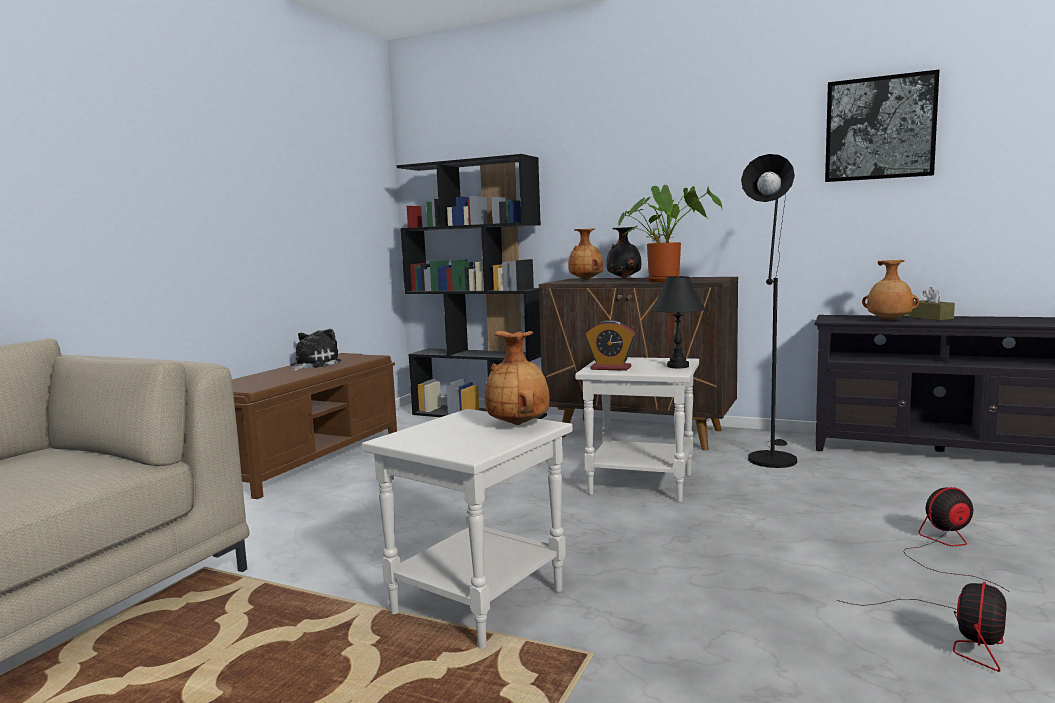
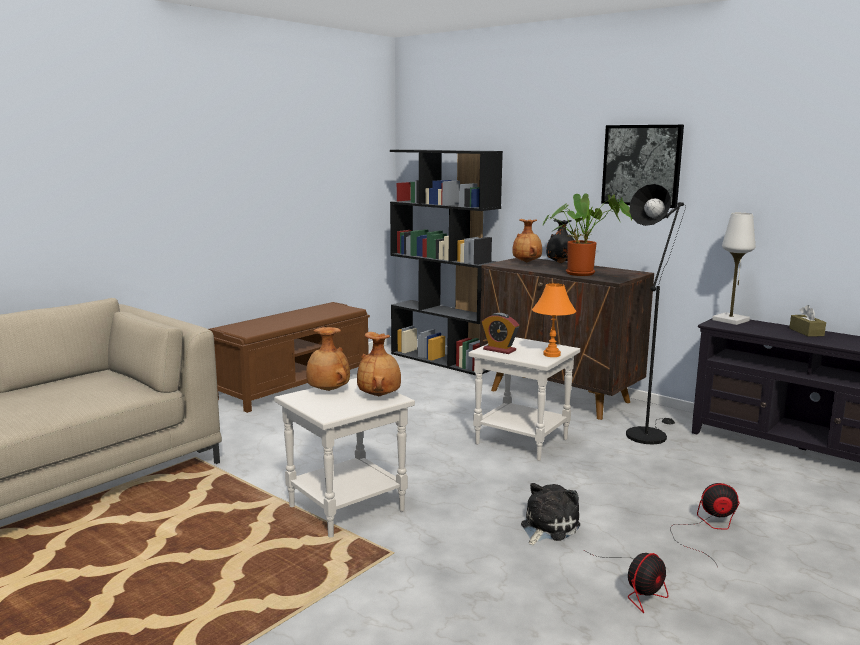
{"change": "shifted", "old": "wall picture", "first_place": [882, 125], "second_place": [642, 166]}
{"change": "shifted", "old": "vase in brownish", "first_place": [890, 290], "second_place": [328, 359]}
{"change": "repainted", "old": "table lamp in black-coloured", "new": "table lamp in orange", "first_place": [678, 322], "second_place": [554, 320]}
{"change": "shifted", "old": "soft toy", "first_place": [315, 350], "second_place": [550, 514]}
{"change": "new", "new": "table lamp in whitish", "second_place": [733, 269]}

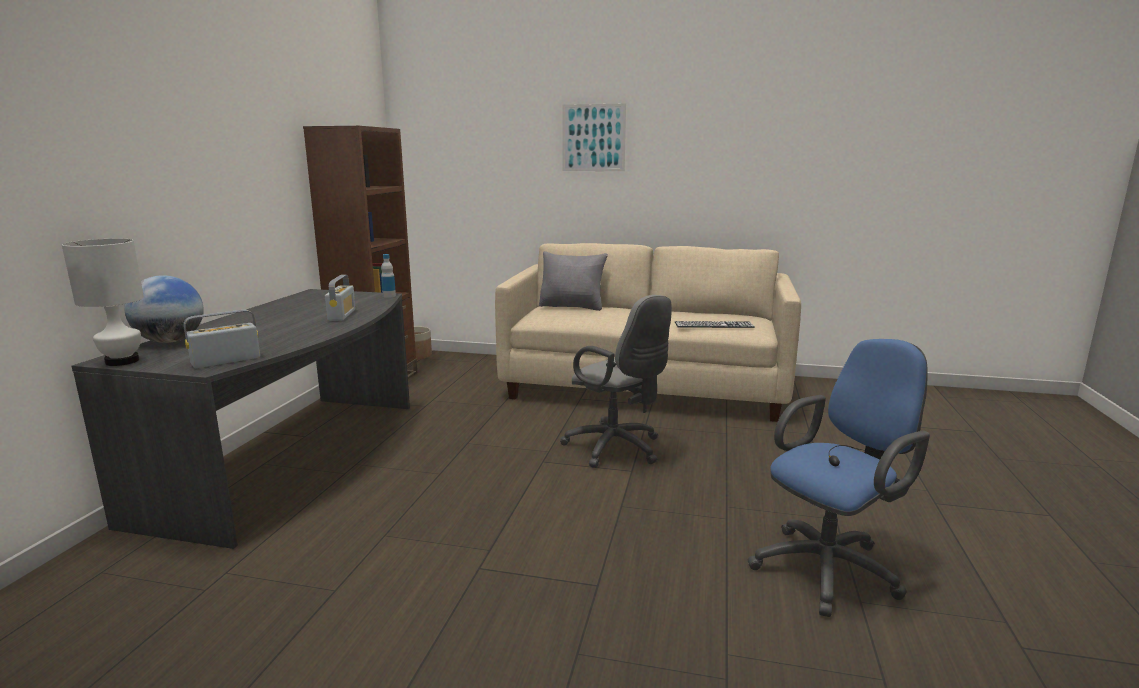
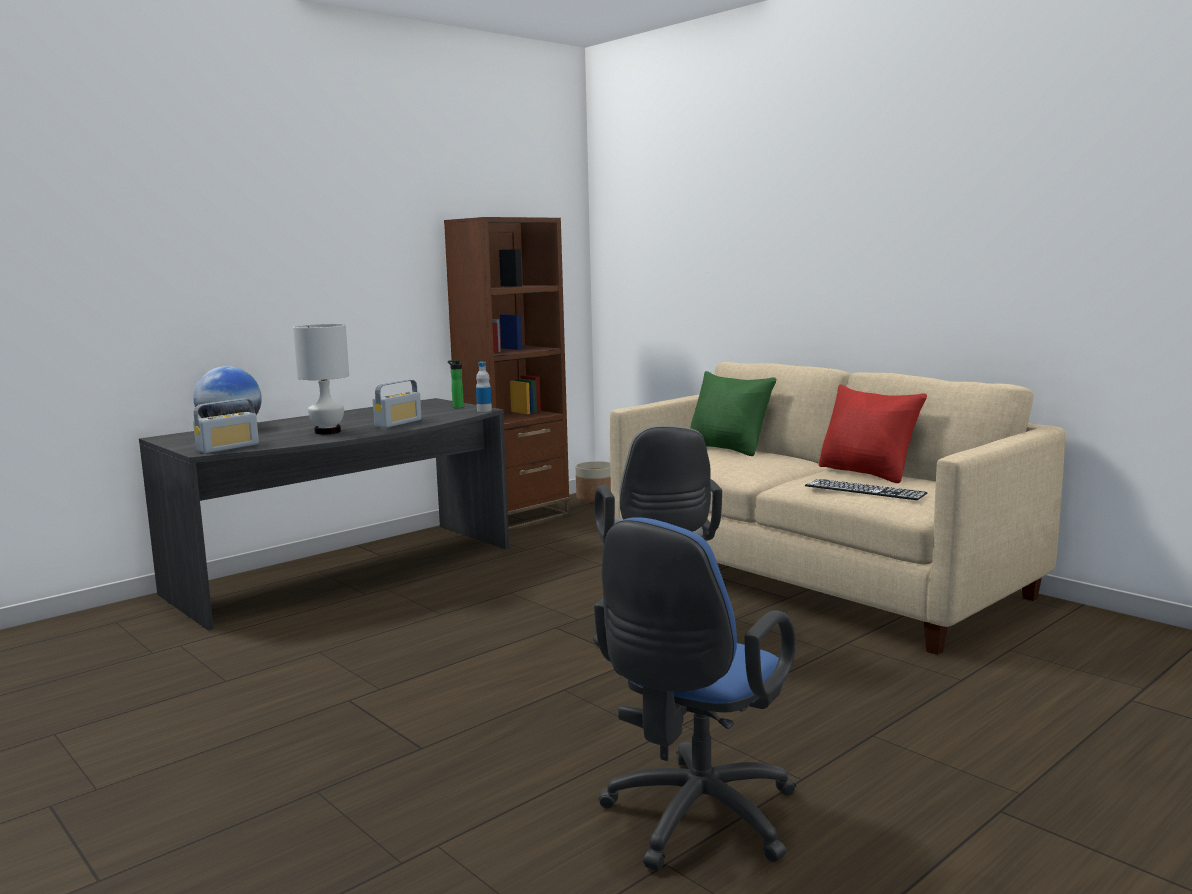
{"change": "gone", "old": "wall picture", "first_place": [594, 137]}
{"change": "shifted", "old": "table lamp in whitish", "first_place": [103, 302], "second_place": [321, 379]}
{"change": "repainted", "old": "pillow in grey", "new": "pillow in green", "first_place": [573, 281], "second_place": [733, 413]}
{"change": "rotated", "old": "radio receiver", "first_place": [222, 339], "second_place": [226, 426], "degrees": 135}
{"change": "rotated", "old": "desk chair in blue-coloured", "first_place": [839, 478], "second_place": [695, 694], "degrees": 120}
{"change": "new", "new": "bottle", "second_place": [456, 384]}
{"change": "new", "new": "pillow in red", "second_place": [873, 434]}

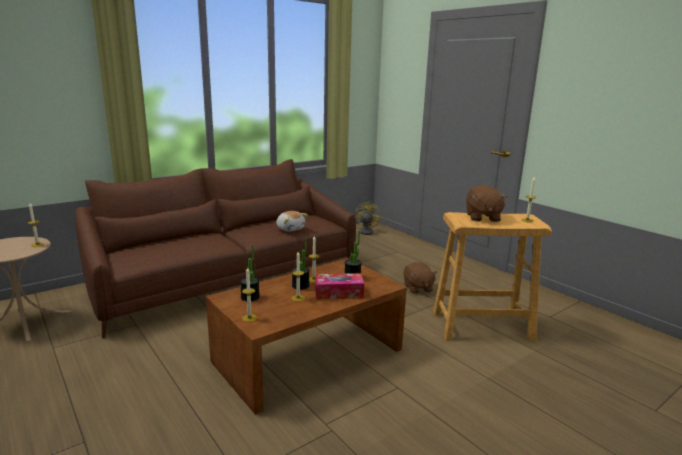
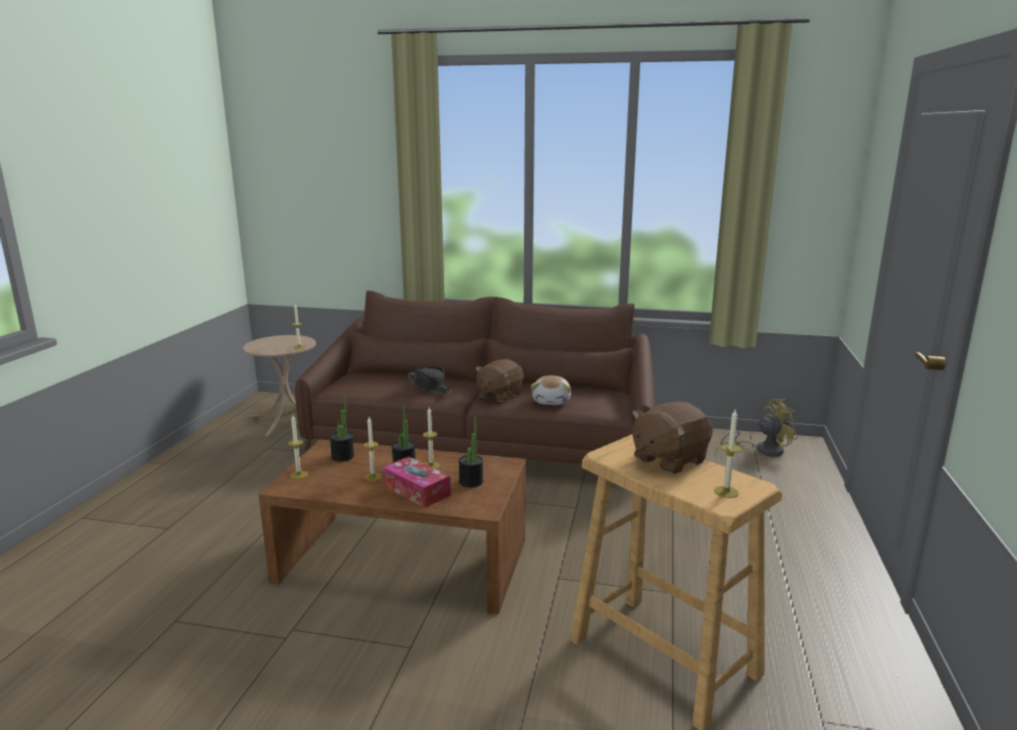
{"change": "shifted", "old": "soft toy in brownish", "first_place": [420, 278], "second_place": [499, 380]}
{"change": "new", "new": "clothing hat in black-coloured", "second_place": [430, 380]}

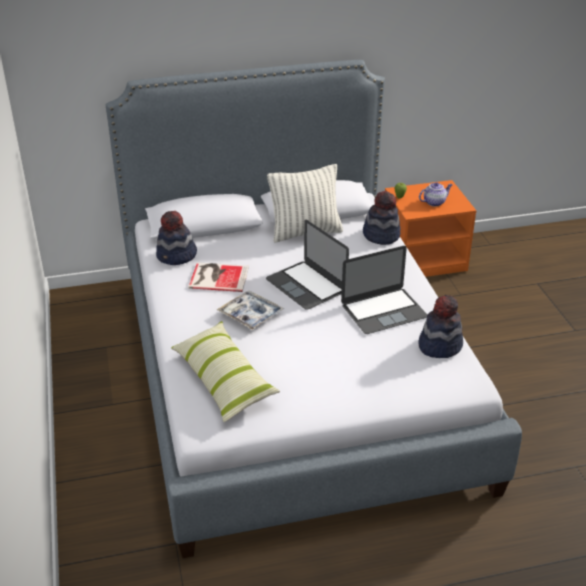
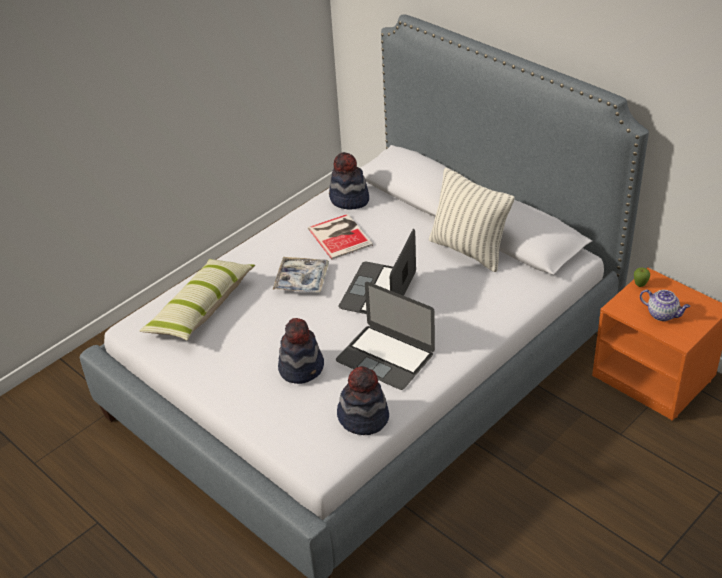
{"change": "shifted", "old": "clothing hat", "first_place": [381, 218], "second_place": [301, 351]}

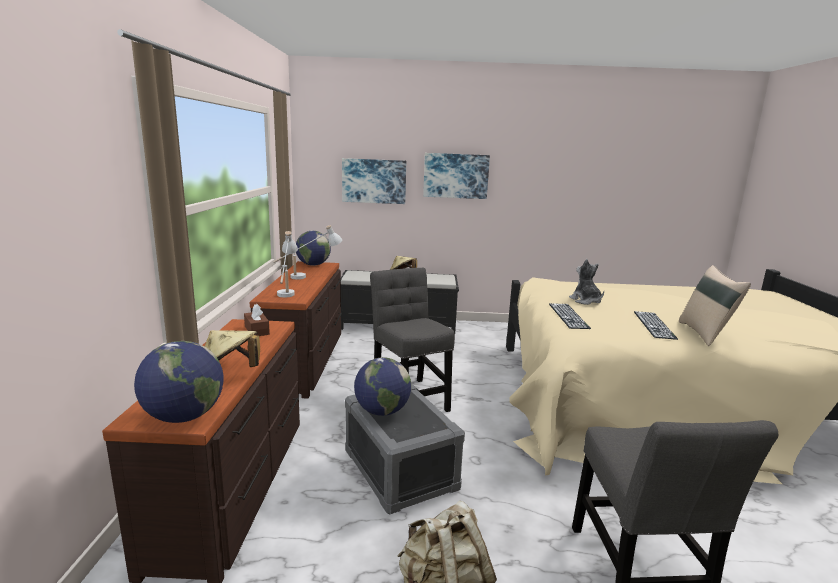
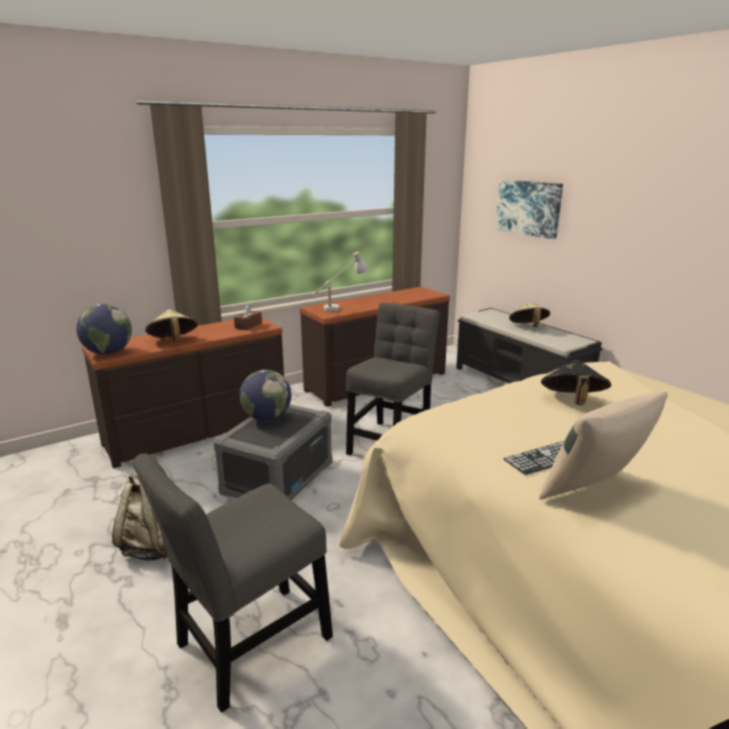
{"change": "gone", "old": "wall picture", "first_place": [456, 176]}
{"change": "gone", "old": "table lamp in whitish", "first_place": [308, 252]}
{"change": "gone", "old": "desk globe", "first_place": [313, 248]}
{"change": "swapped", "old": "soft toy", "new": "clothing hat in black-coloured", "first_place": [586, 282], "second_place": [576, 382]}
{"change": "gone", "old": "keyboard", "first_place": [570, 316]}

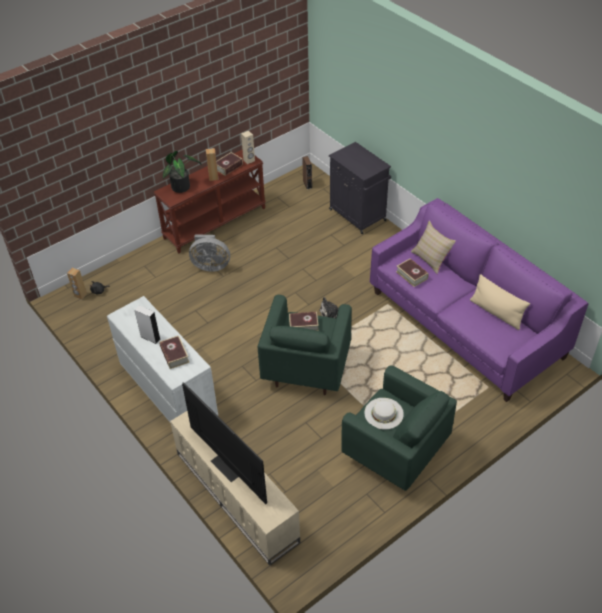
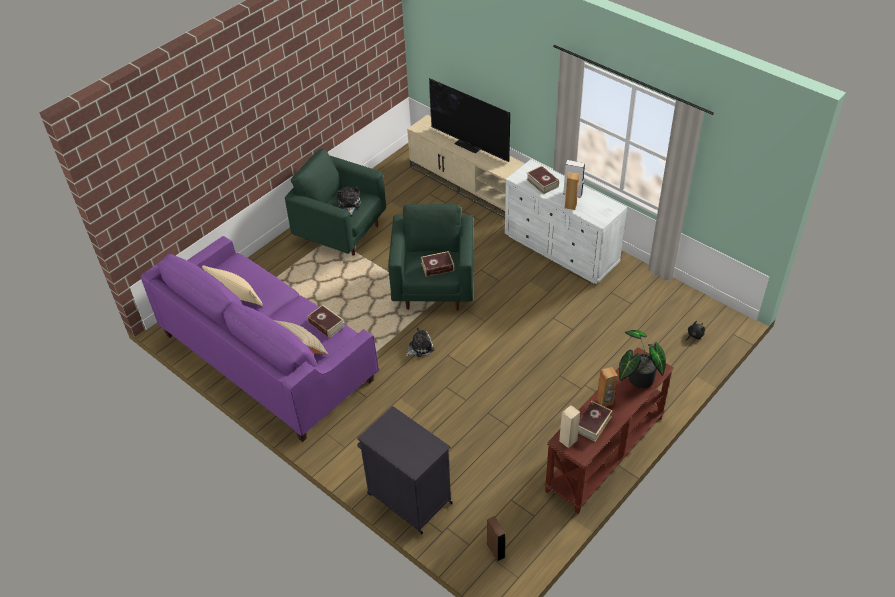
{"change": "gone", "old": "cooling fan in grey", "first_place": [209, 253]}
{"change": "shifted", "old": "audio speaker in brownish", "first_place": [77, 284], "second_place": [572, 191]}
{"change": "swapped", "old": "clothing hat in whitish", "new": "soft toy", "first_place": [384, 414], "second_place": [349, 201]}

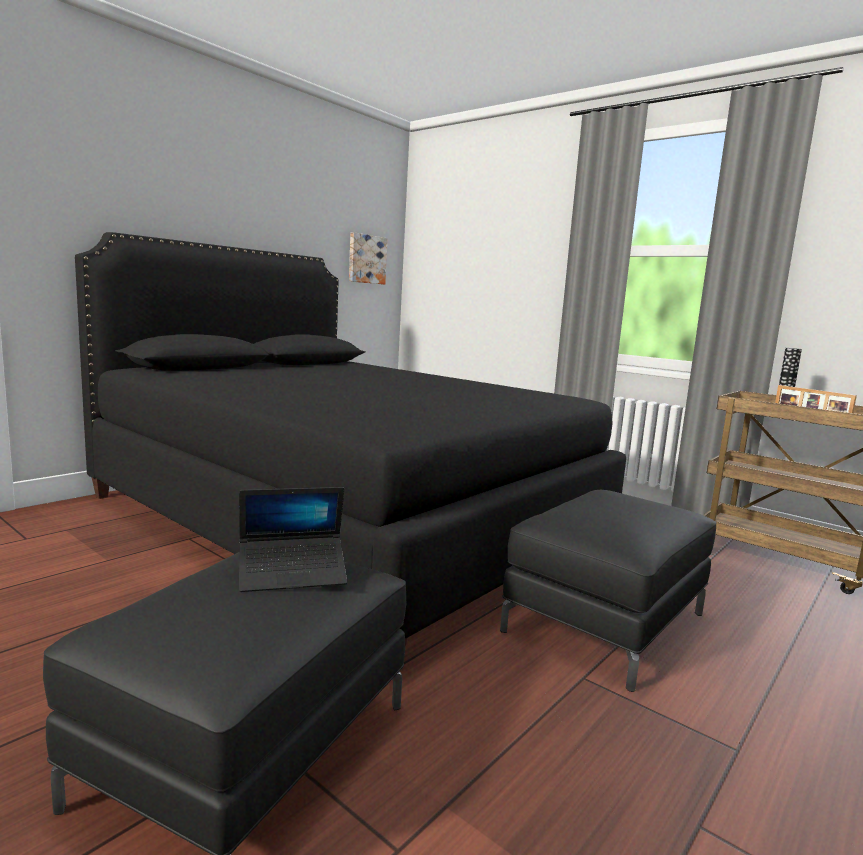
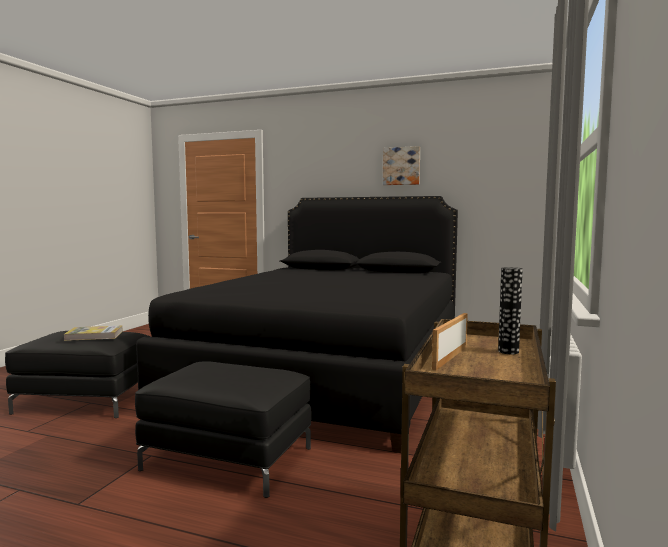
{"change": "shifted", "old": "wall picture", "first_place": [368, 258], "second_place": [401, 165]}
{"change": "swapped", "old": "notebook computer", "new": "volume", "first_place": [293, 539], "second_place": [93, 333]}

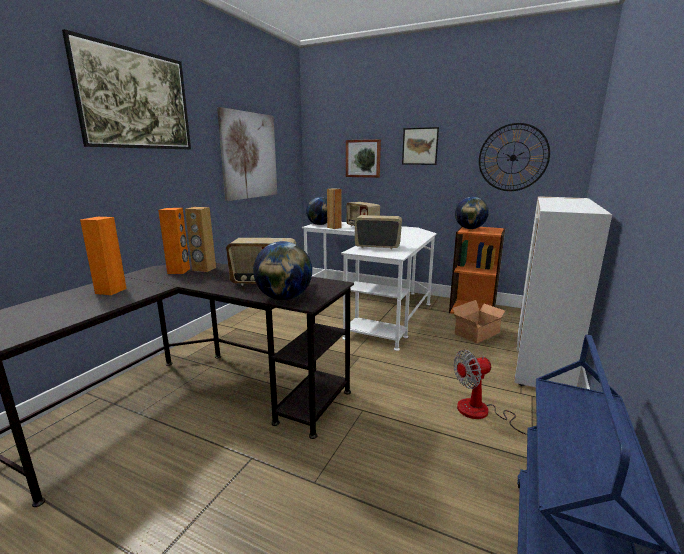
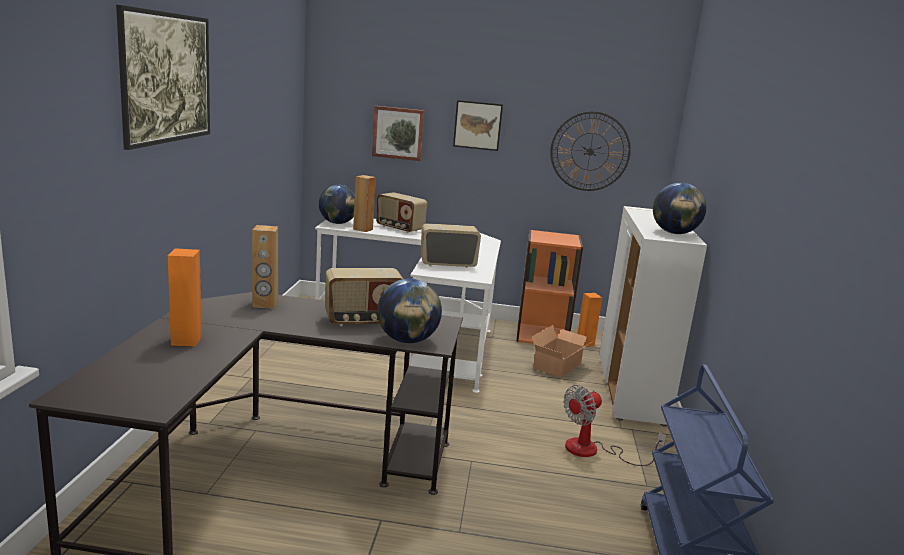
{"change": "gone", "old": "wall picture", "first_place": [247, 154]}
{"change": "shifted", "old": "desk globe", "first_place": [472, 213], "second_place": [679, 208]}
{"change": "shifted", "old": "audio speaker in orange", "first_place": [174, 241], "second_place": [589, 320]}

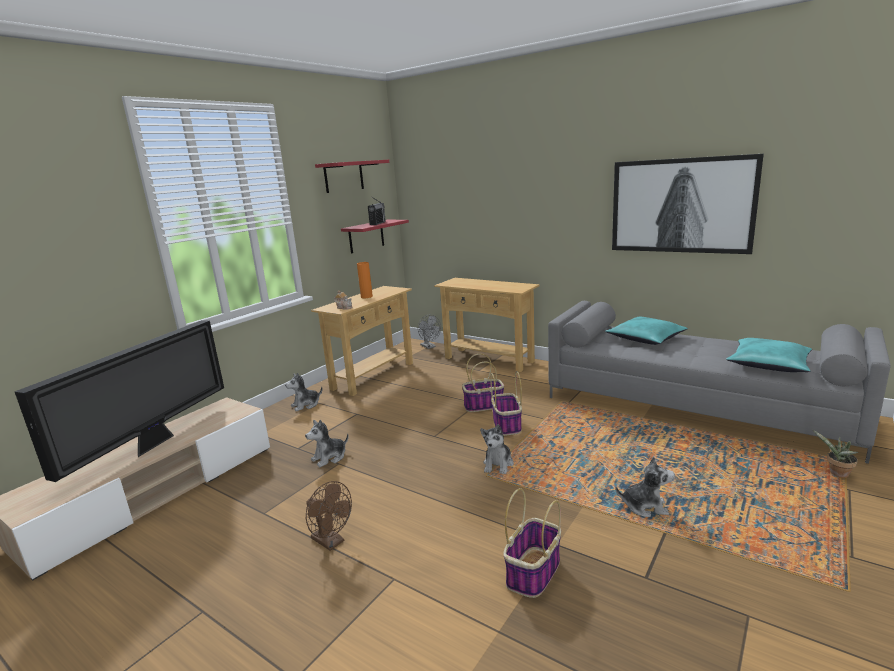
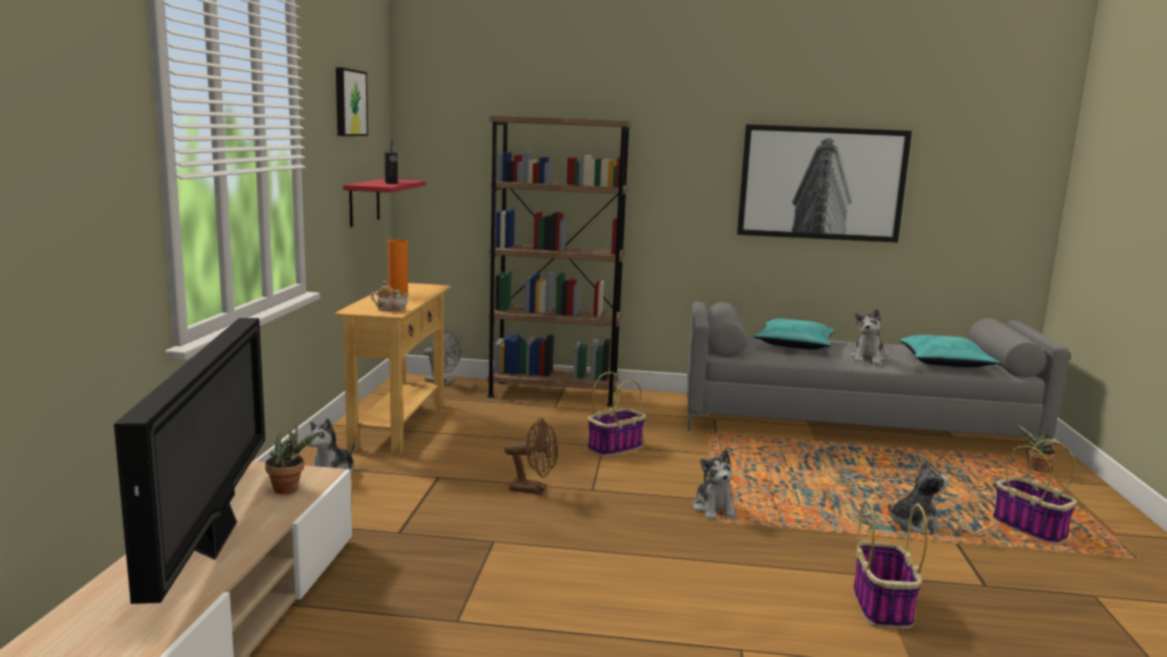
{"change": "swapped", "old": "wall shelf in red", "new": "wall picture", "first_place": [352, 176], "second_place": [352, 101]}
{"change": "swapped", "old": "console table in beige-coloured", "new": "shelving unit in brownish", "first_place": [486, 325], "second_place": [559, 261]}
{"change": "shifted", "old": "storage basket", "first_place": [506, 403], "second_place": [1035, 491]}
{"change": "shifted", "old": "soft toy", "first_place": [326, 443], "second_place": [868, 336]}
{"change": "shifted", "old": "cooling fan in brownish", "first_place": [329, 516], "second_place": [531, 456]}
{"change": "new", "new": "plant in a pot", "second_place": [292, 459]}

